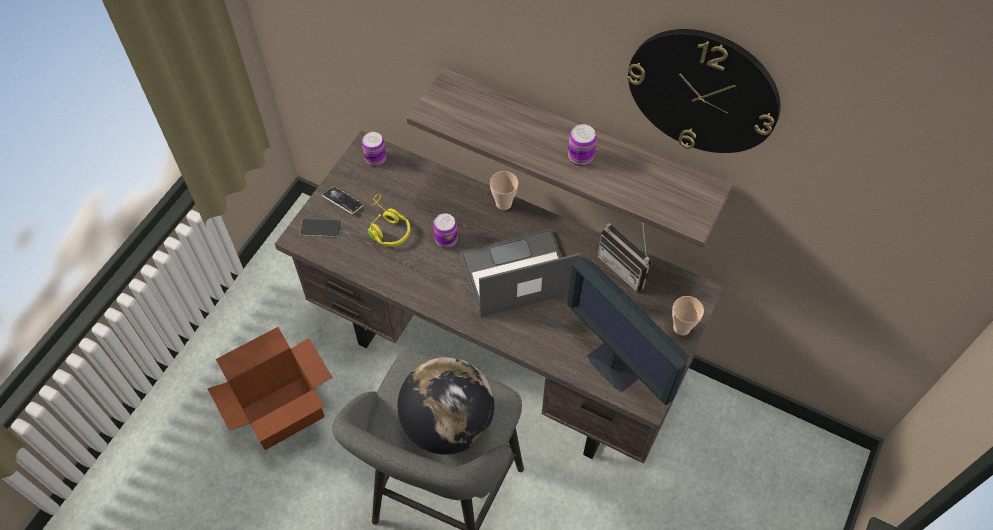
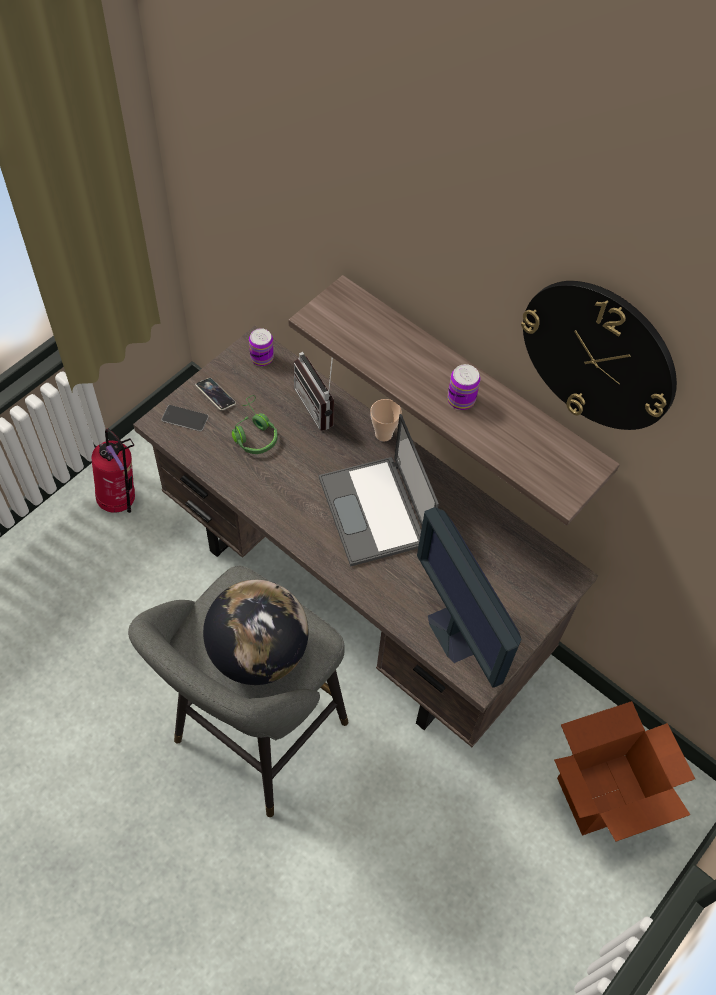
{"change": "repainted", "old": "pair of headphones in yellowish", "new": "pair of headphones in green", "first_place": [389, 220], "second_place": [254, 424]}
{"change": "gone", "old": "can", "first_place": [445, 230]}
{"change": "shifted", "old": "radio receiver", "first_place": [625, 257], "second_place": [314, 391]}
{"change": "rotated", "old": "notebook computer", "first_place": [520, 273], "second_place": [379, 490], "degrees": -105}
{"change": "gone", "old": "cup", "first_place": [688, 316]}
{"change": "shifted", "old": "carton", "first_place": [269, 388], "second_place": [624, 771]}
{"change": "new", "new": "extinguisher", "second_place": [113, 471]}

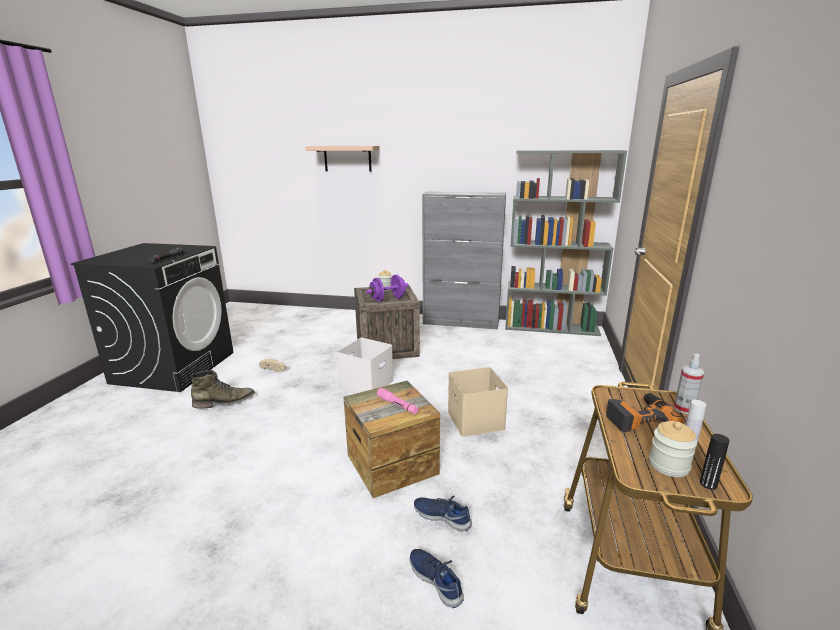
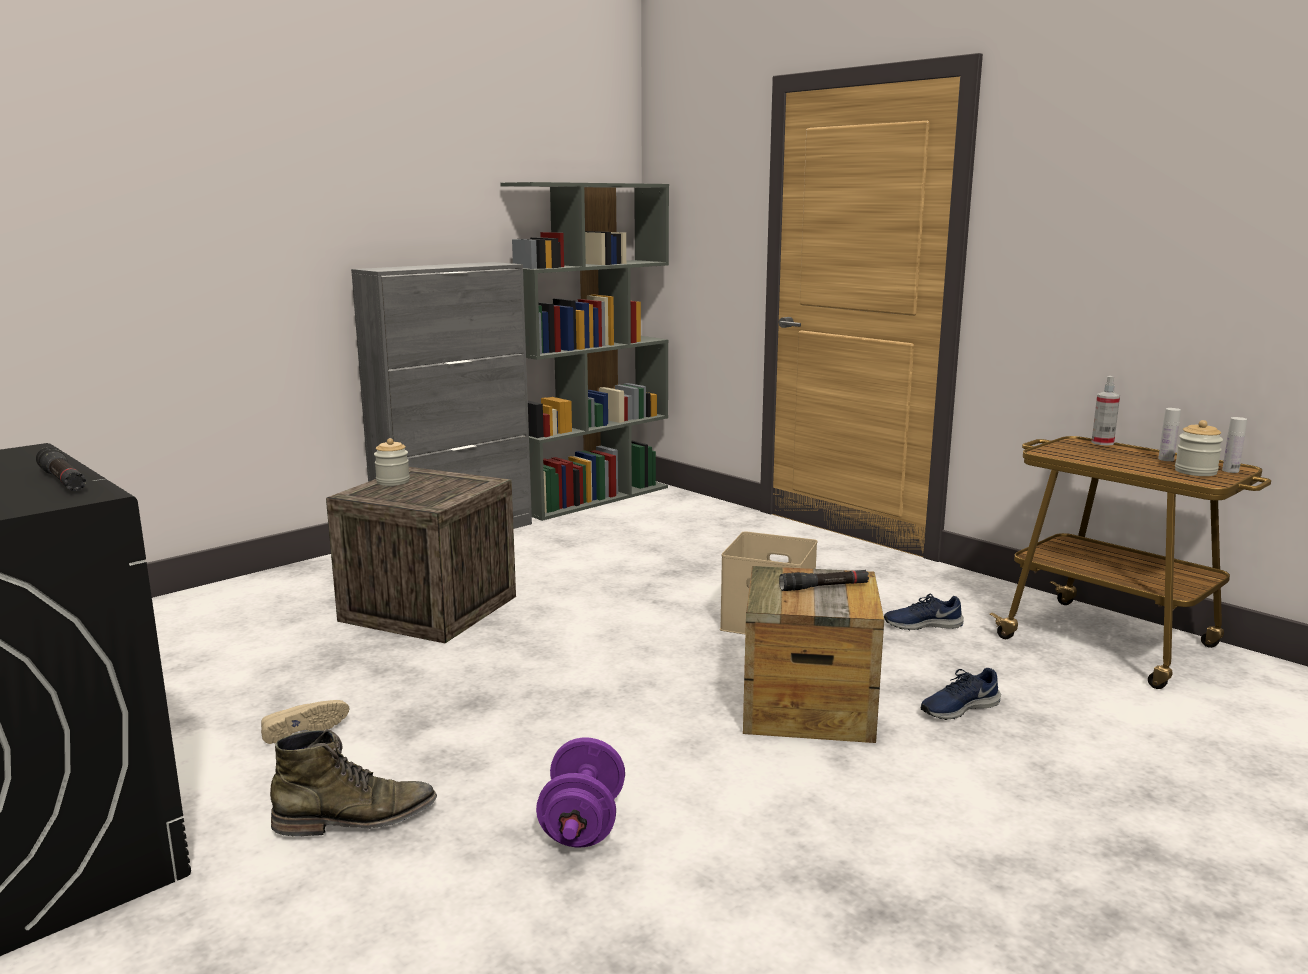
{"change": "gone", "old": "wall shelf", "first_place": [342, 159]}
{"change": "shifted", "old": "free weight in purple", "first_place": [387, 288], "second_place": [580, 792]}
{"change": "gone", "old": "storage box in whitish", "first_place": [365, 365]}
{"change": "rotated", "old": "high-top boot in green", "first_place": [223, 389], "second_place": [353, 782], "degrees": 60}
{"change": "repainted", "old": "hand torch in pinkish", "new": "hand torch in black-coloured", "first_place": [398, 401], "second_place": [824, 580]}
{"change": "gone", "old": "drill", "first_place": [644, 412]}
{"change": "repainted", "old": "bottle in black-coloured", "new": "bottle in whitish", "first_place": [714, 462], "second_place": [1234, 445]}
{"change": "shifted", "old": "shoe in blue-coloured", "first_place": [437, 578], "second_place": [924, 611]}

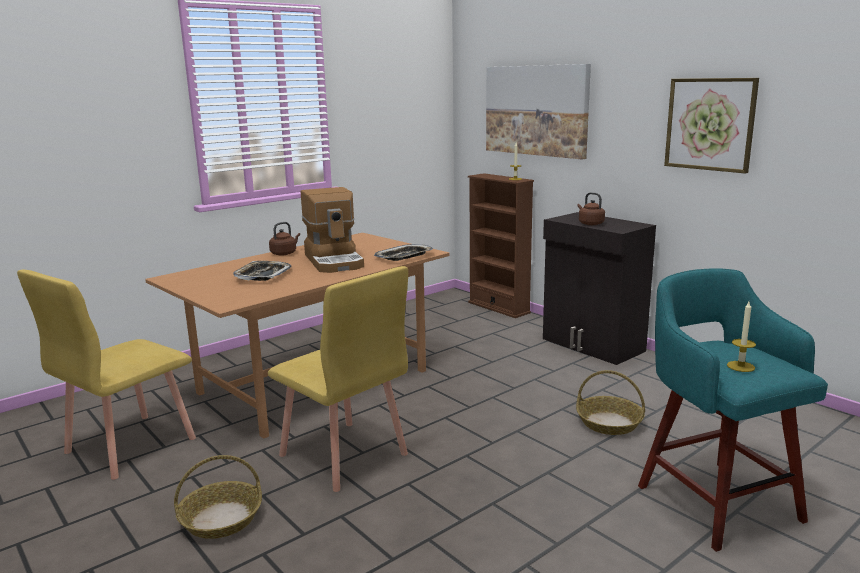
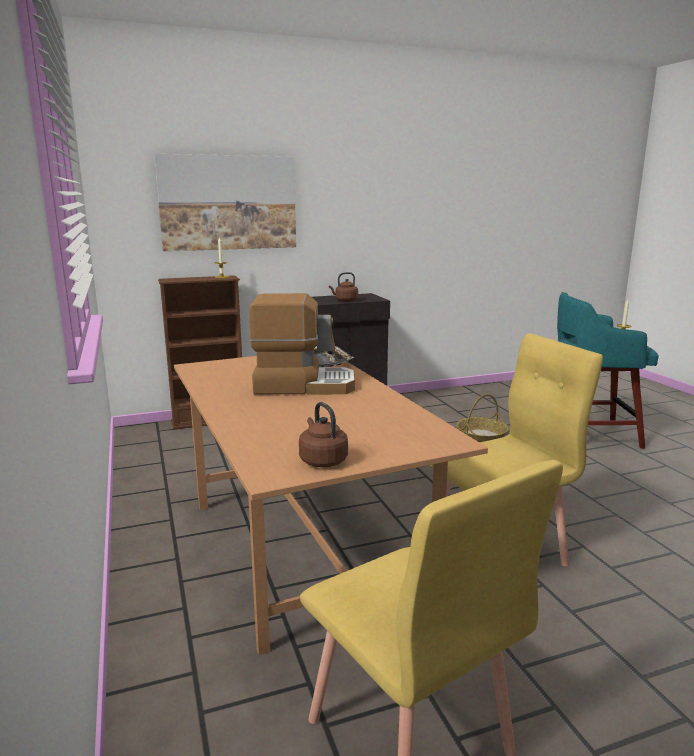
{"change": "gone", "old": "wall picture", "first_place": [711, 126]}
{"change": "shifted", "old": "water kettle in brownish", "first_place": [284, 239], "second_place": [323, 434]}
{"change": "gone", "old": "carrying tray", "first_place": [262, 271]}
{"change": "gone", "old": "storage basket", "first_place": [218, 497]}

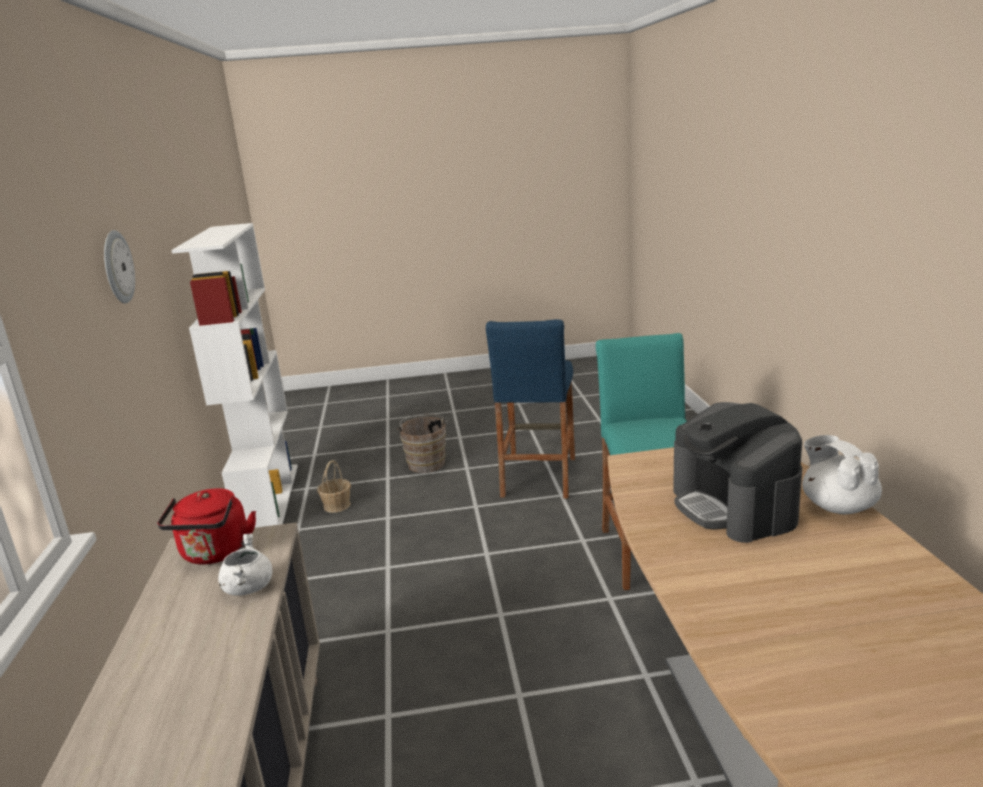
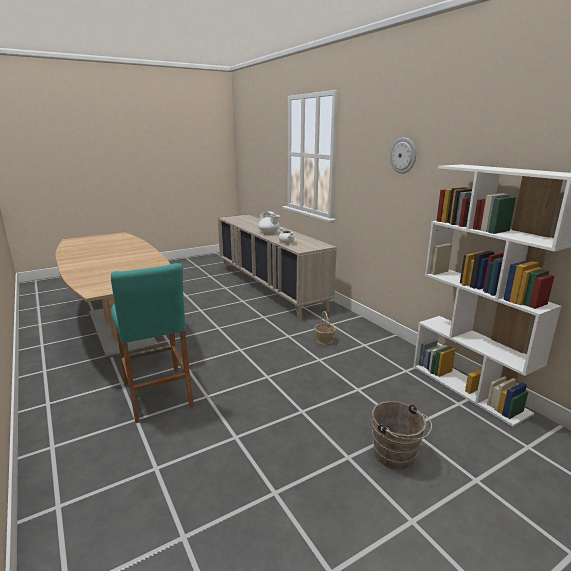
{"change": "gone", "old": "sitting stool in blue-coloured", "first_place": [530, 408]}
{"change": "gone", "old": "coffee maker", "first_place": [737, 472]}
{"change": "shifted", "old": "tea pot in whitish", "first_place": [842, 474], "second_place": [269, 223]}
{"change": "shifted", "old": "storage basket", "first_place": [334, 486], "second_place": [325, 328]}
{"change": "gone", "old": "water kettle in red", "first_place": [206, 526]}

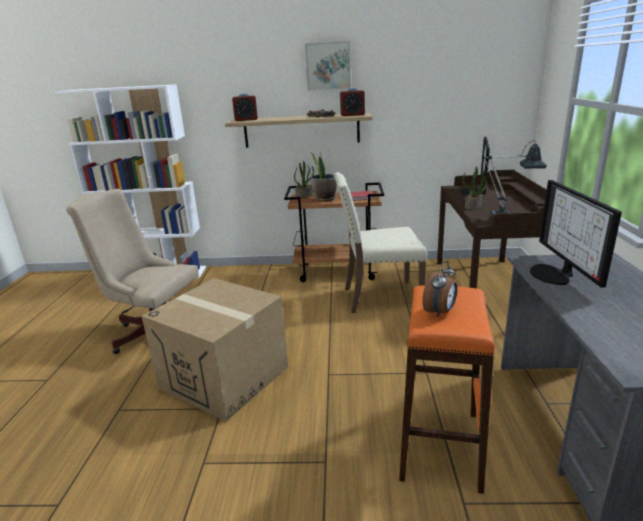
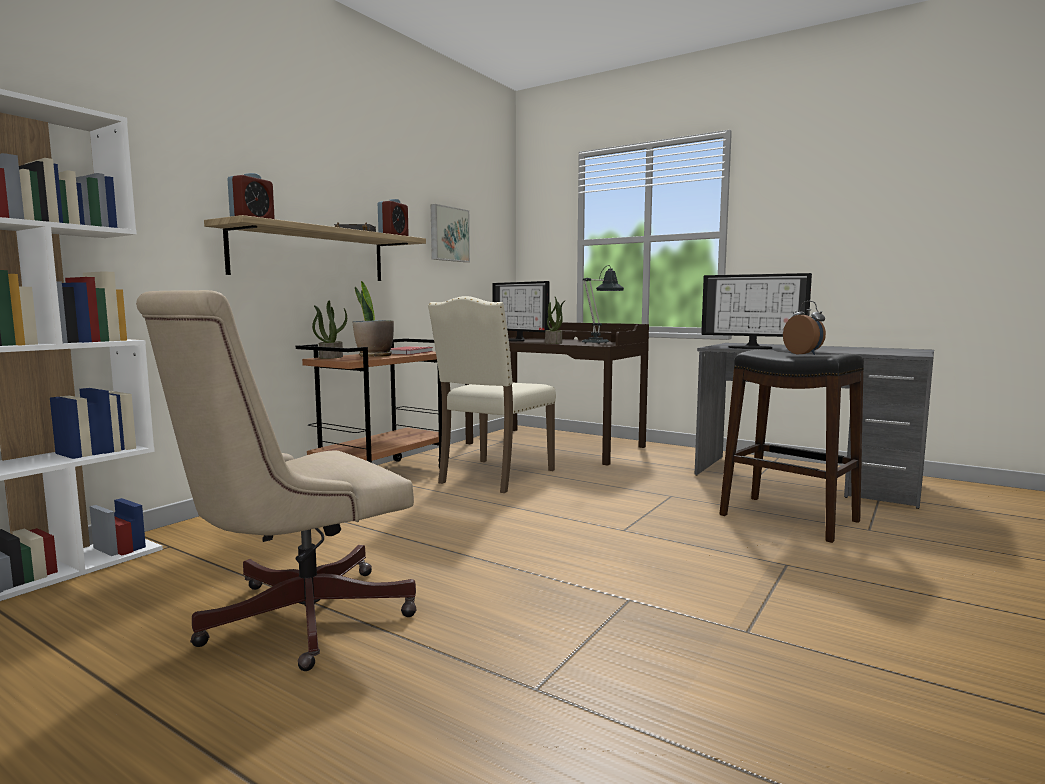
{"change": "shifted", "old": "wall picture", "first_place": [328, 66], "second_place": [450, 233]}
{"change": "gone", "old": "carton", "first_place": [215, 350]}
{"change": "repainted", "old": "sitting stool in orange", "new": "sitting stool in black-coloured", "first_place": [447, 389], "second_place": [792, 446]}

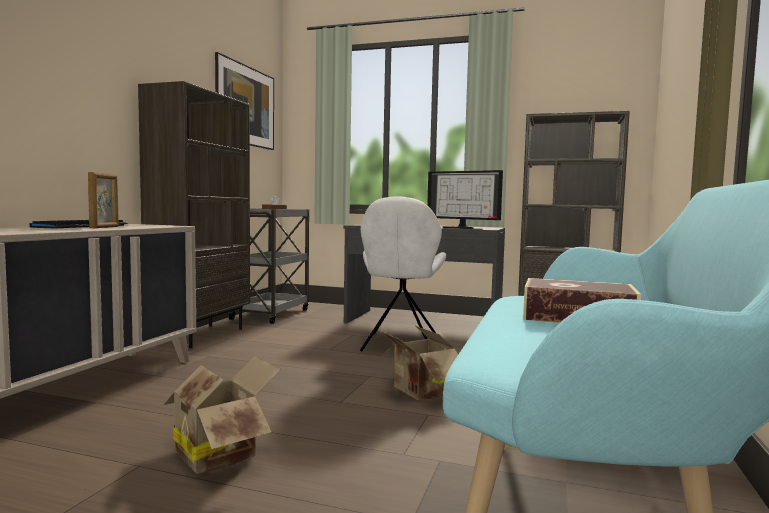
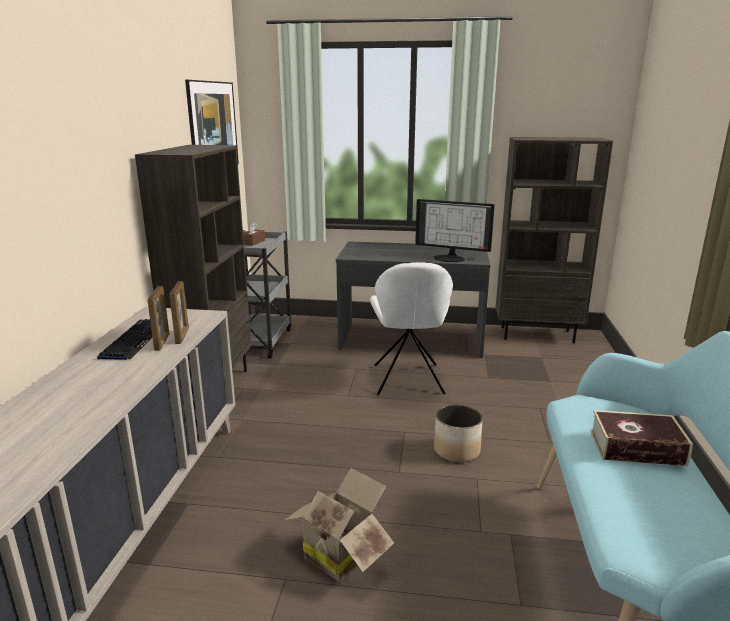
{"change": "swapped", "old": "carton", "new": "plant pot", "first_place": [418, 362], "second_place": [458, 433]}
{"change": "new", "new": "photo frame", "second_place": [179, 312]}

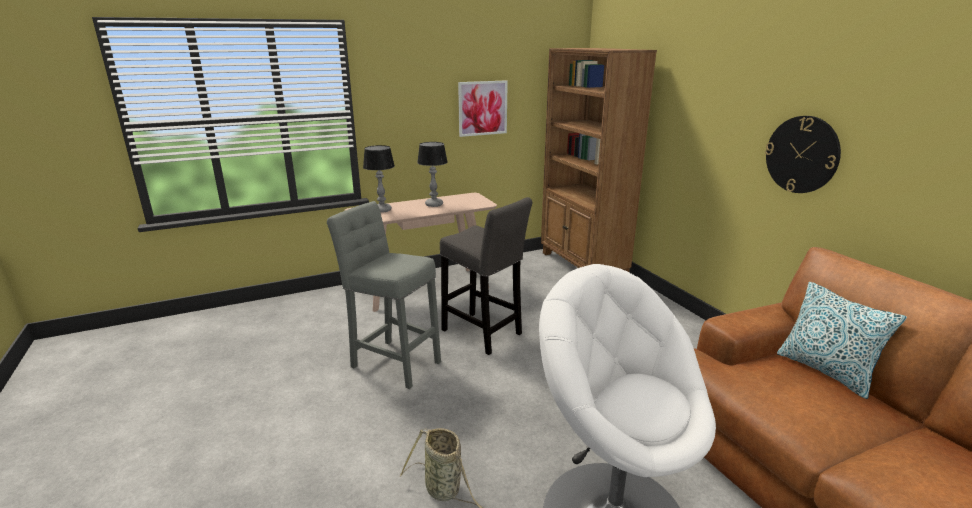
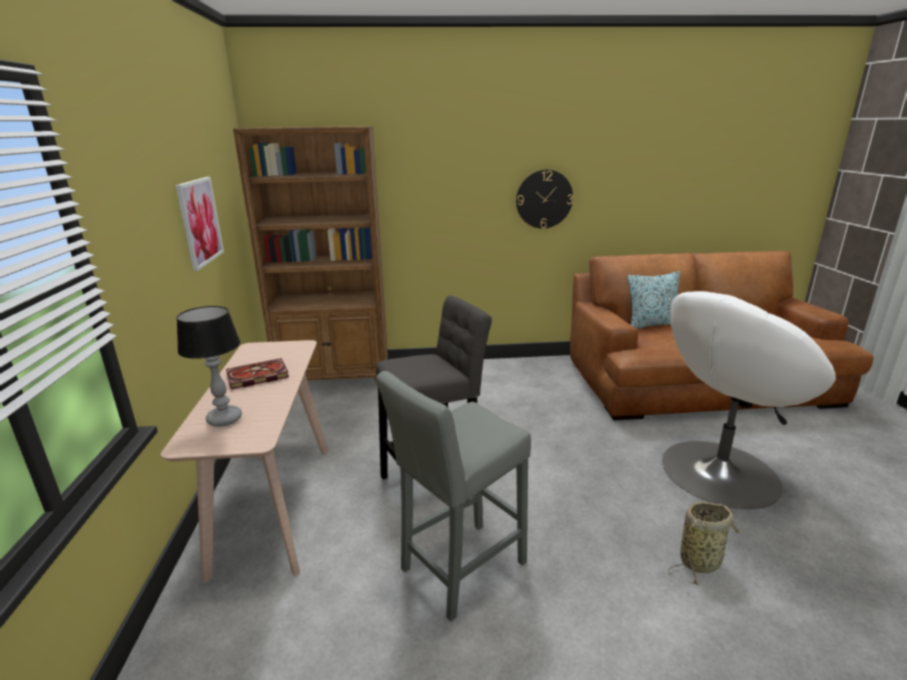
{"change": "swapped", "old": "table lamp", "new": "volume", "first_place": [432, 174], "second_place": [257, 373]}

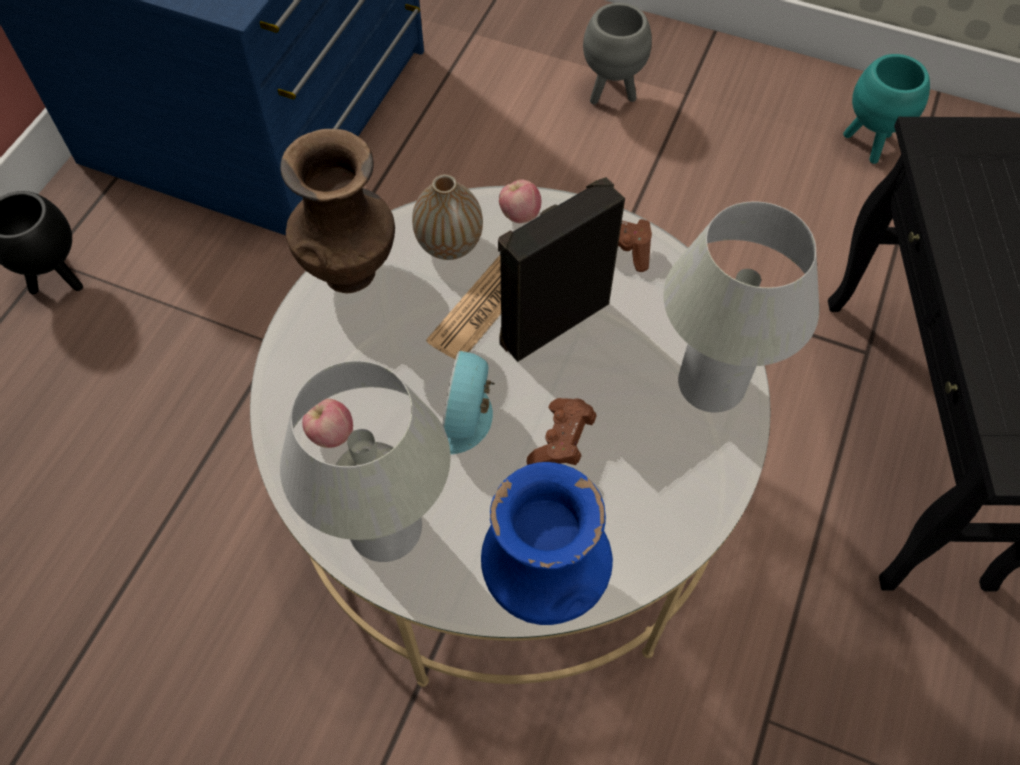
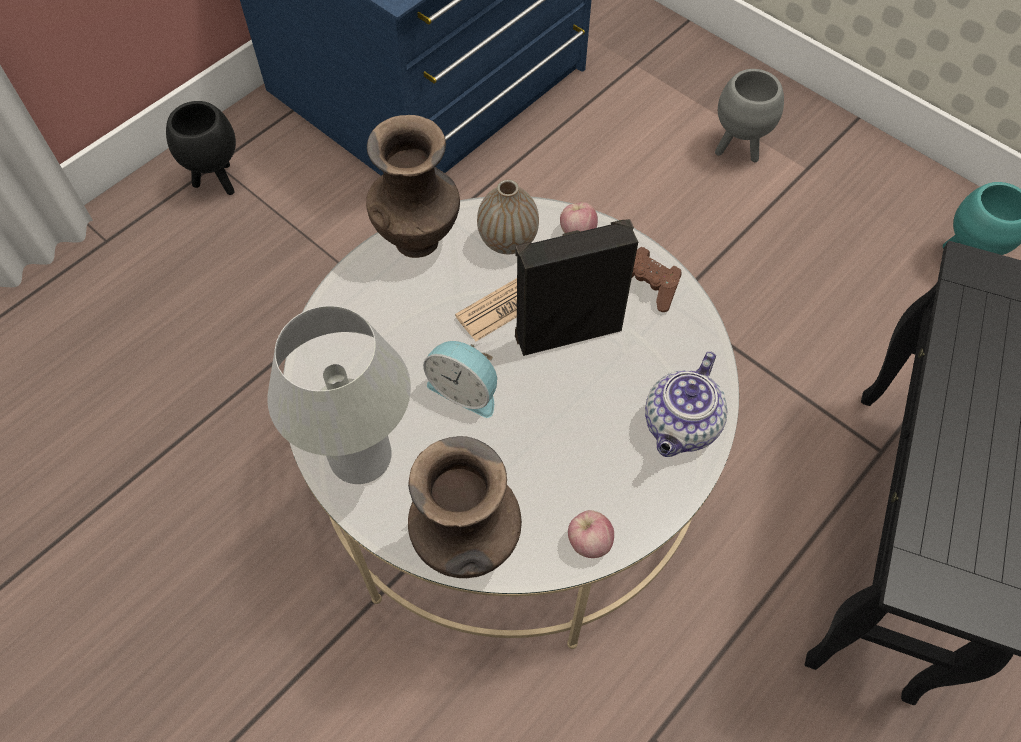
{"change": "swapped", "old": "table lamp in whitish", "new": "tea pot", "first_place": [741, 307], "second_place": [686, 404]}
{"change": "rotated", "old": "bedside clock", "first_place": [468, 403], "second_place": [460, 379], "degrees": -90}
{"change": "gone", "old": "game controller in brownish", "first_place": [561, 431]}
{"change": "shifted", "old": "whole apple", "first_place": [327, 423], "second_place": [591, 534]}
{"change": "repainted", "old": "vase in blue-coloured", "new": "vase in brownish", "first_place": [547, 543], "second_place": [465, 507]}

